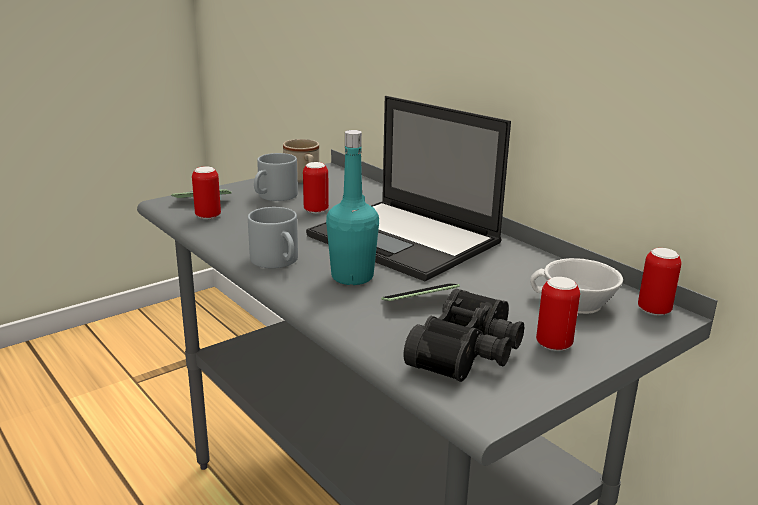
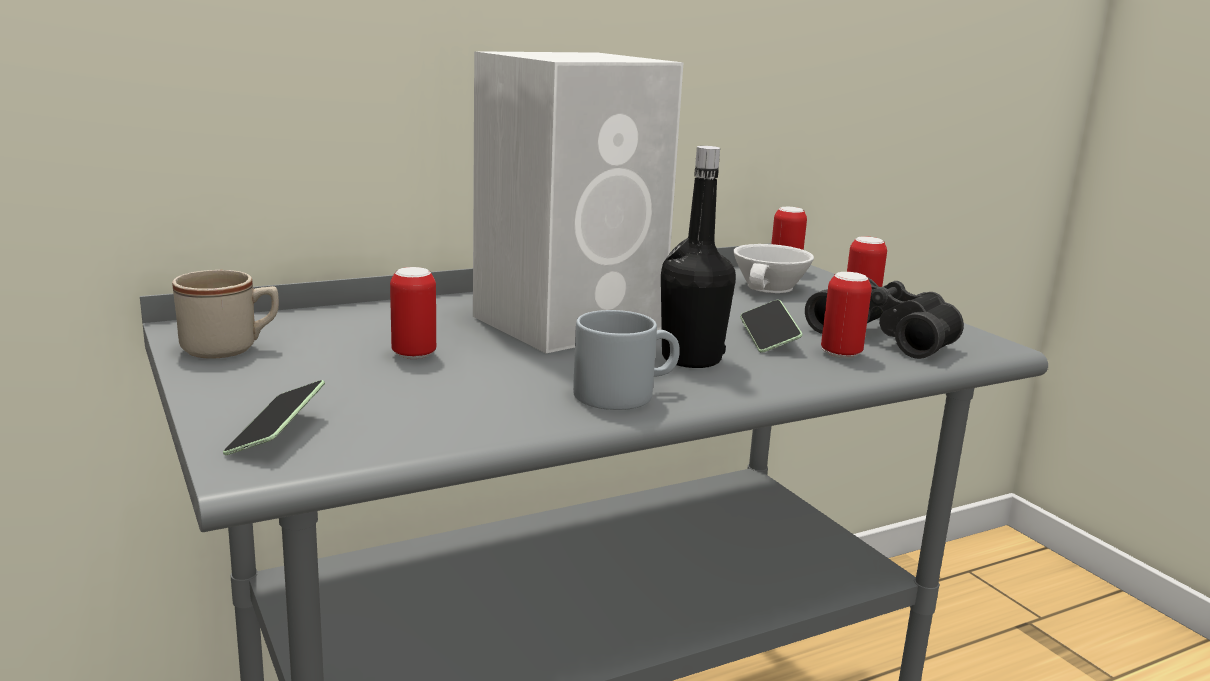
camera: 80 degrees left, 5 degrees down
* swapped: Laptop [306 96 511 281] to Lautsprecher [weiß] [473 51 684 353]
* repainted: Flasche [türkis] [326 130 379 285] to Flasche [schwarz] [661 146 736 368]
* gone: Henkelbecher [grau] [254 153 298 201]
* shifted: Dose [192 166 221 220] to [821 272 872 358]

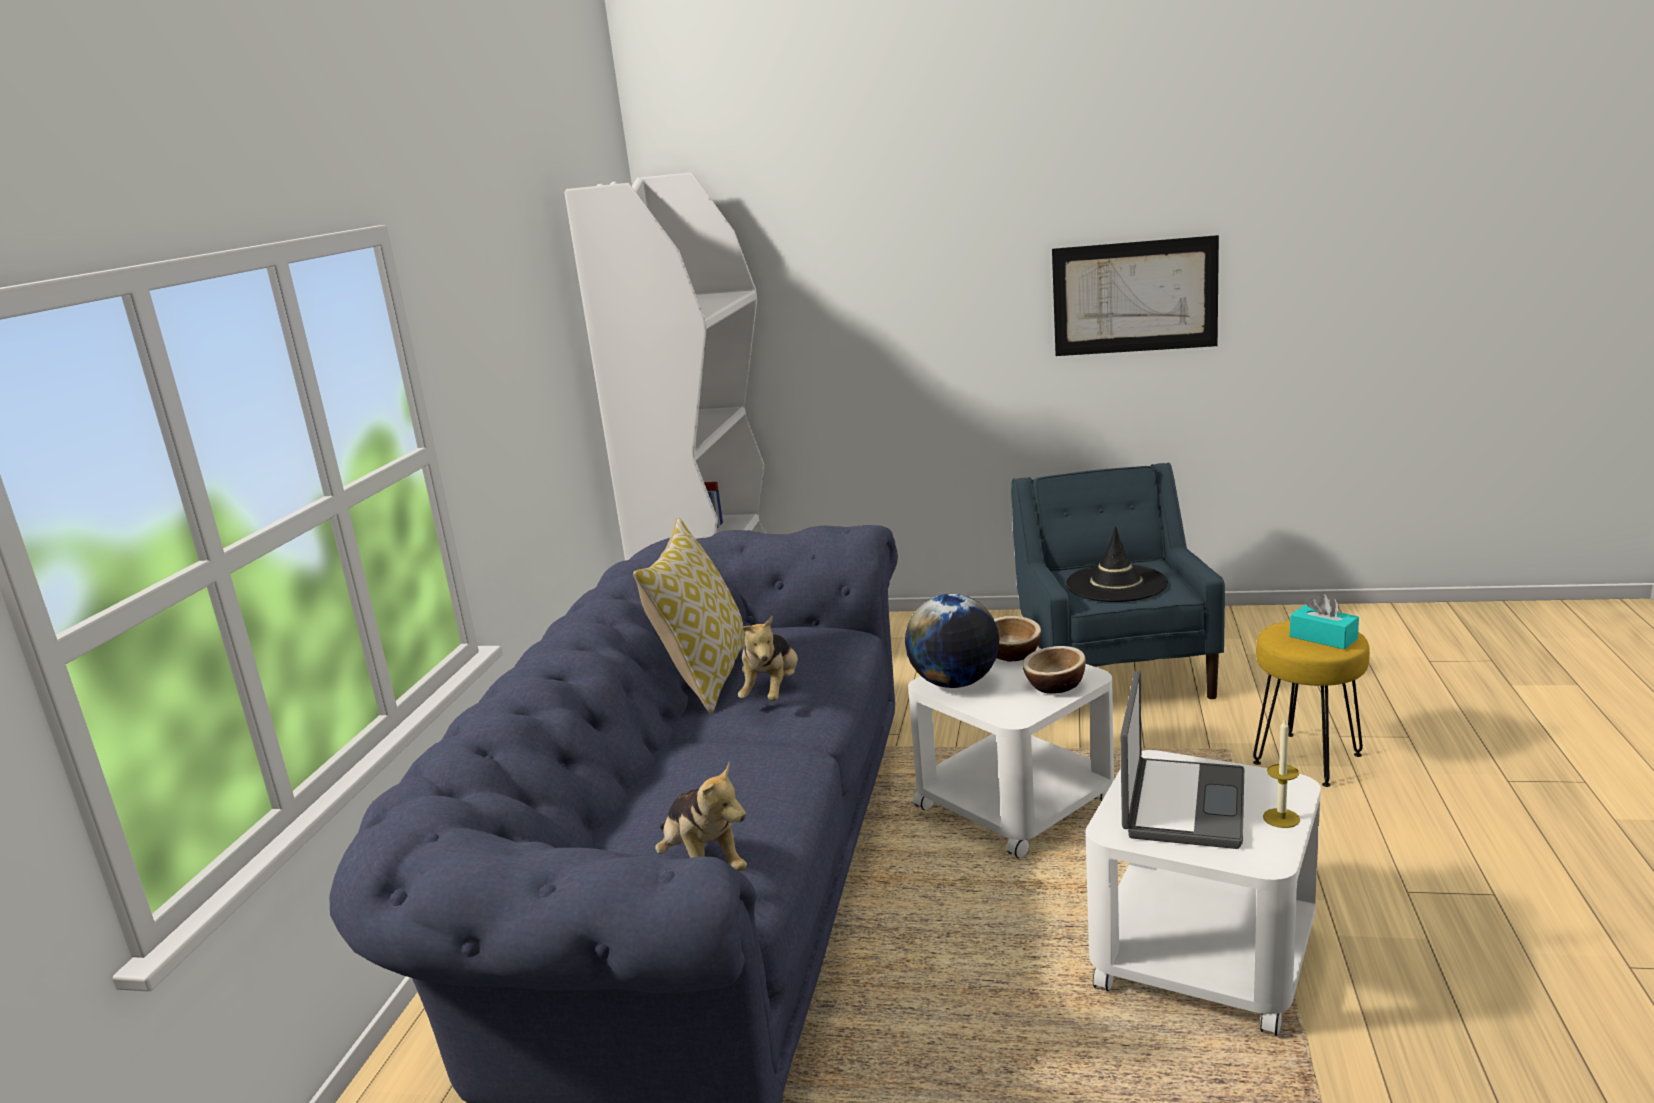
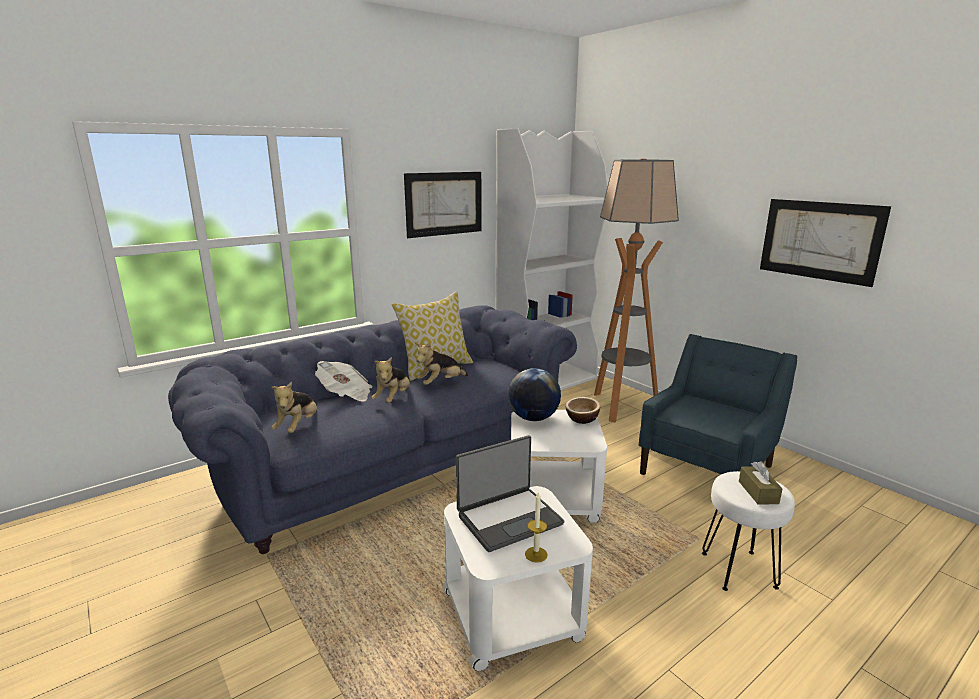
camera: 40 degrees right, 0 degrees up
* gone: Hut [schwarz] [1066 526 1168 602]
* repainted: Taschentuchbox [türkis] [1290 594 1359 650] to Taschentuchbox [braun] [739 461 783 505]
* repainted: Hocker [gelb] [1253 621 1370 787] to Hocker [weiß] [702 471 795 591]
* gone: Schüssel [1022 646 1086 694]
* new: Stehlampe [594 159 679 422]
* new: Bild [404 172 482 238]
* new: Plüschtier [371 357 410 403]
* new: Zeitung [315 361 372 402]

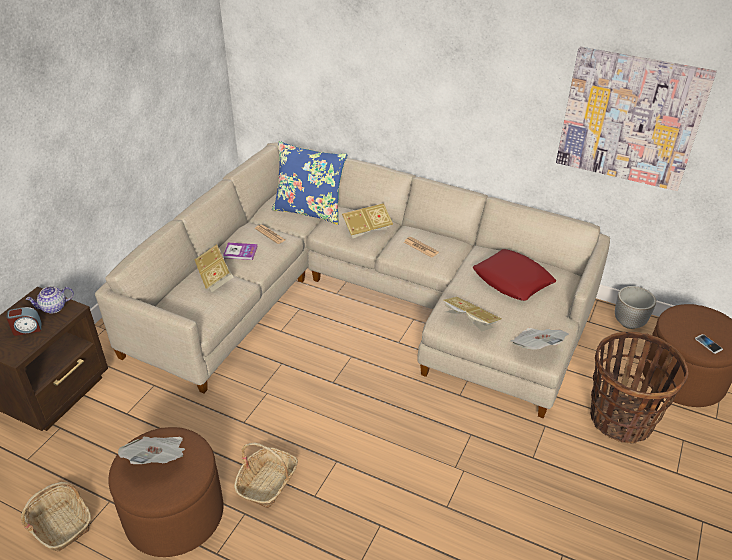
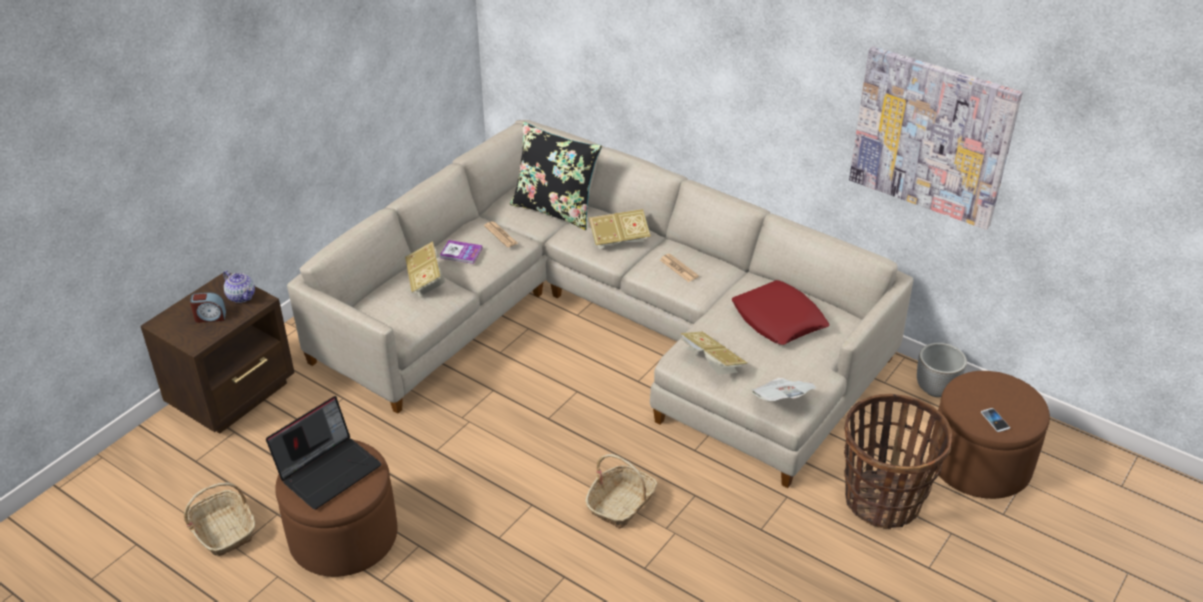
camera: 10 degrees right, 0 degrees up
* repainted: Kissen [blau] [272 141 347 225] to Kissen [schwarz] [510 122 602 230]
* rotated: Teekanne [26 286 74 313] = [223 271 255 303] 120 degrees counterclockwise
* swapped: Zeitung [118 437 185 464] to Laptop [266 396 382 510]
* shifted: Korb [234 442 298 508] to [585 454 657 529]

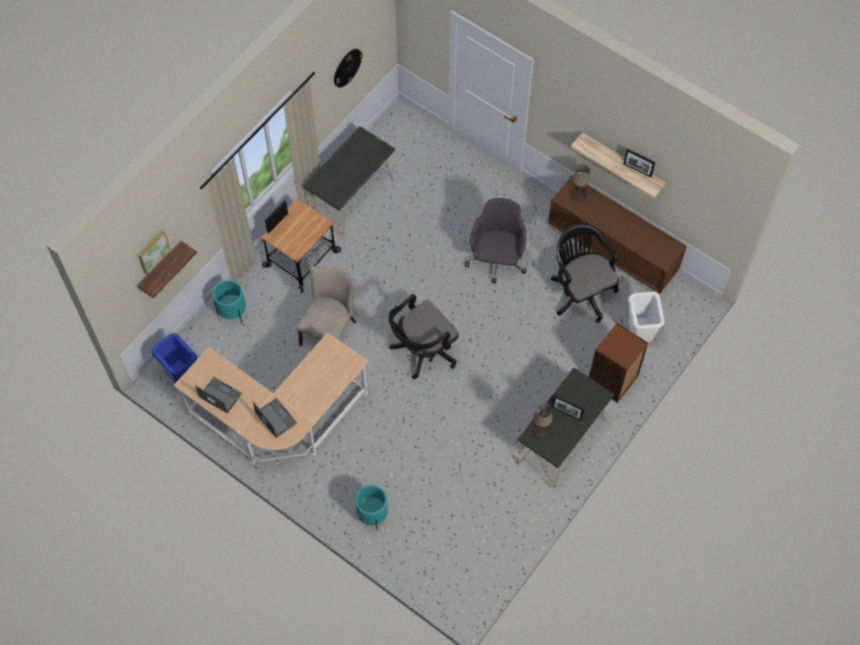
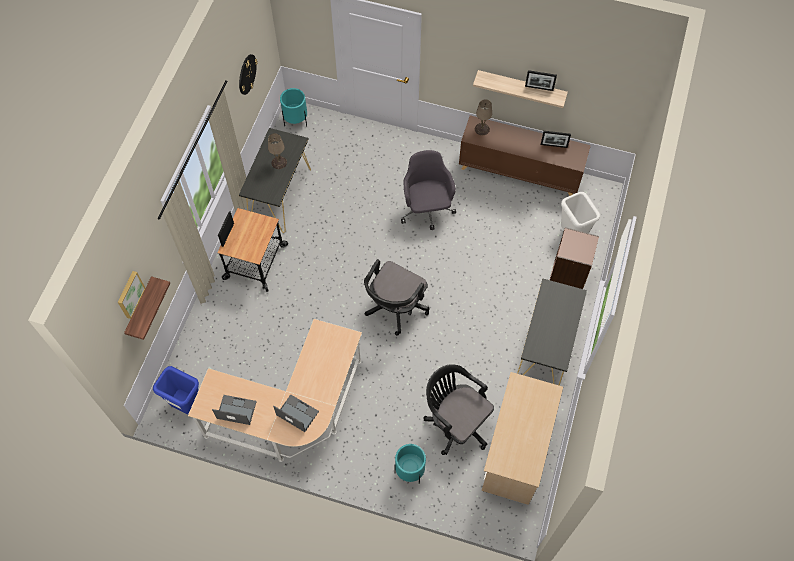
camera: 20 degrees left, 0 degrees up
* shifted: Bürostuhl [schwarz] [551 224 619 323] to [424 364 494 455]
* gone: Stuhl [beige] [296 266 357 346]
* shifted: Pflanzkübel [türkis] [213 280 246 324] to [280 88 307 126]
* shifted: Bilderrahmen [552 395 584 421] to [541 131 571 148]
* shifted: Tischlampe [beige] [532 404 553 438] to [268 133 287 169]
* new: Schreibtisch [beige] [482 372 563 505]

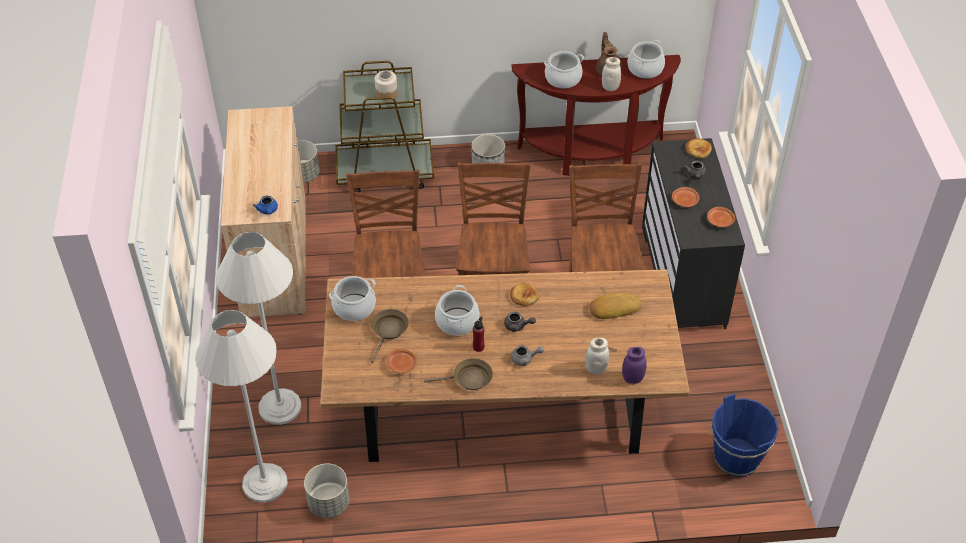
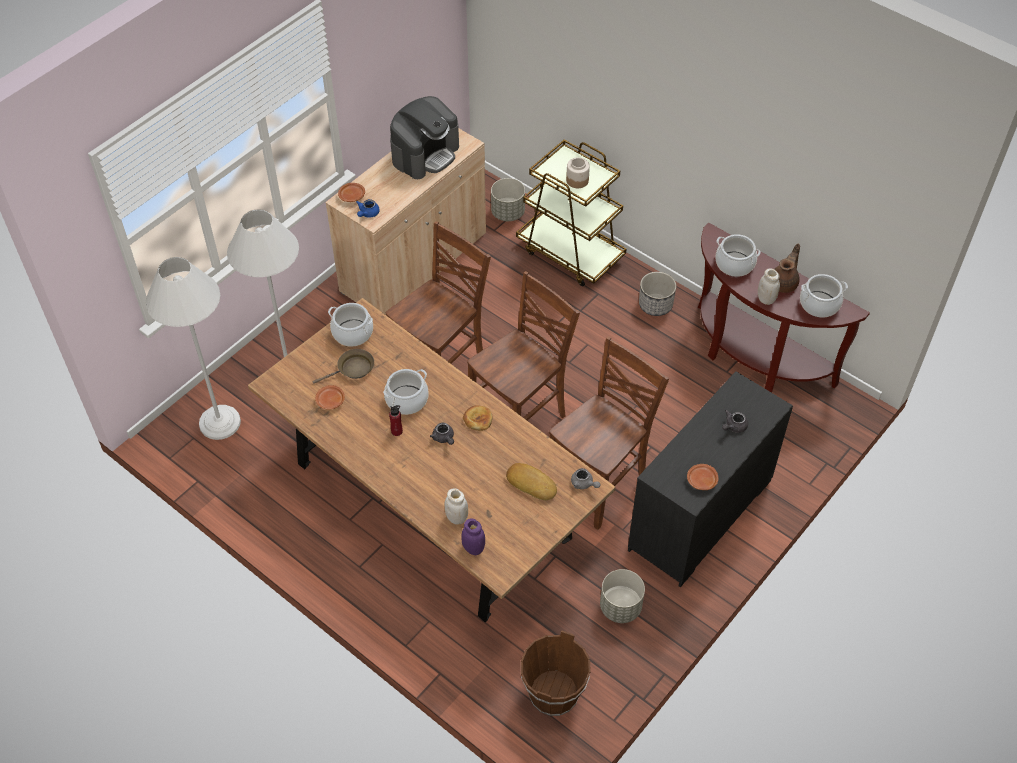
camera: 45 degrees right, 5 degrees up
* gone: Brot [685 138 712 159]
* shifted: Teller [braun] [672 187 700 207] to [338 183 365 202]
* shifted: Teekanne [grau] [511 345 544 366] to [571 468 601 489]
* gone: Pfanne [braun] [424 358 493 390]
* repainted: Eimer [blau] [711 393 779 477] to Eimer [braun] [521 630 591 716]
* shifted: Pflanzkübel [grau] [304 464 350 518] to [600 569 645 623]
* new: Kaffeemaschine [390 96 459 179]

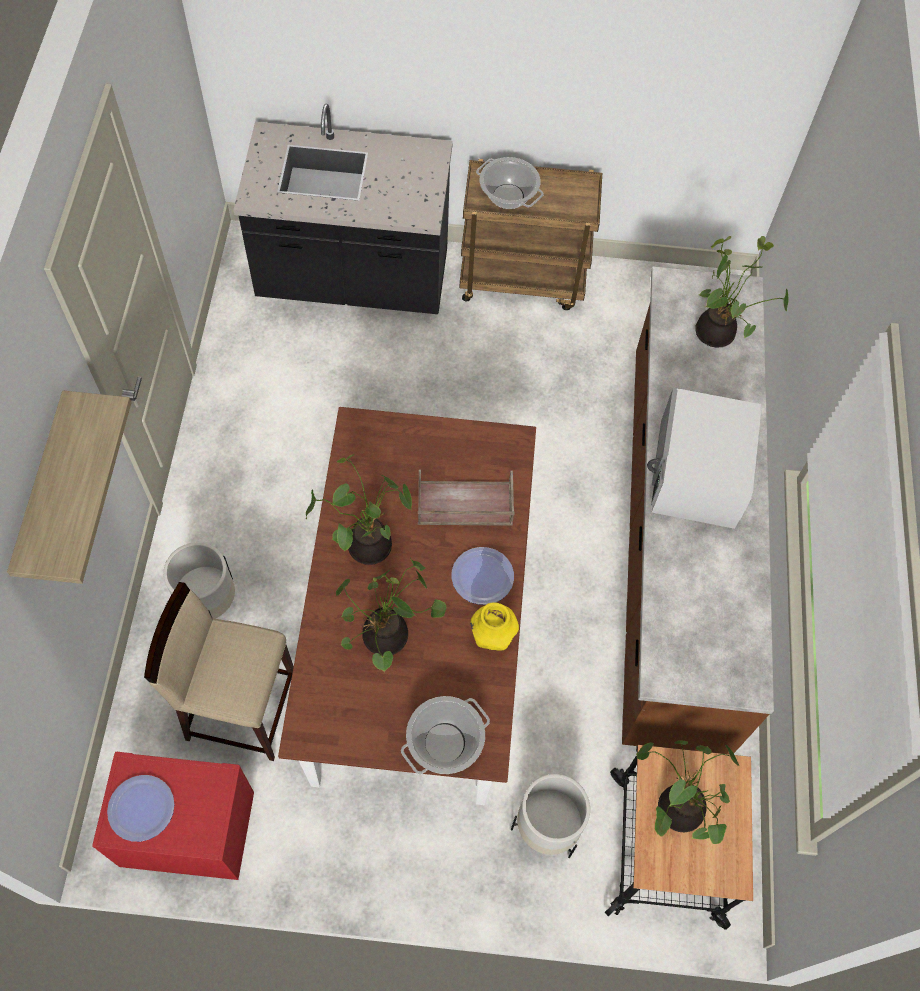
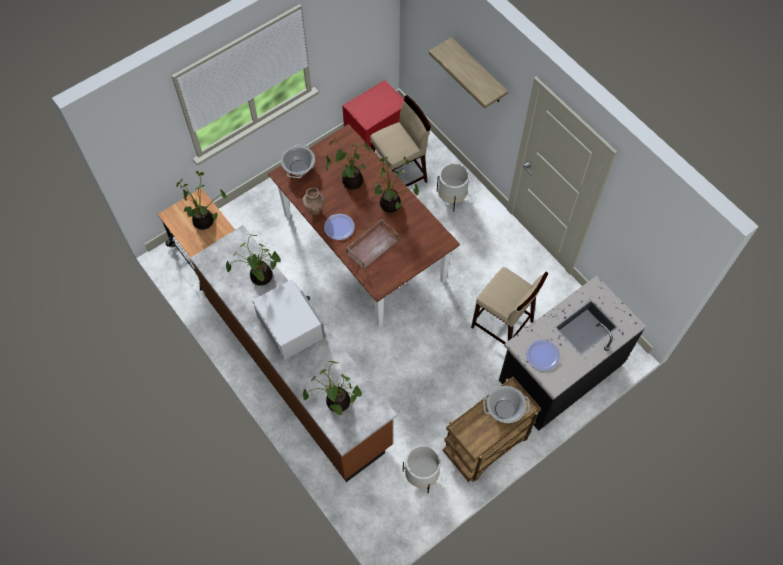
camera: 140 degrees right, 0 degrees up
* repainted: Vase [gelb] [470 602 519 651] to Vase [braun] [303 187 325 215]
* shifted: Pflanzkübel [weiß] [511 774 590 858] to [403 445 441 493]
* shifted: Teller [107 775 175 842] to [526 340 560 371]
* new: Topfpflanze [226 234 281 286]
* new: Hocker [beige] [471 267 548 344]

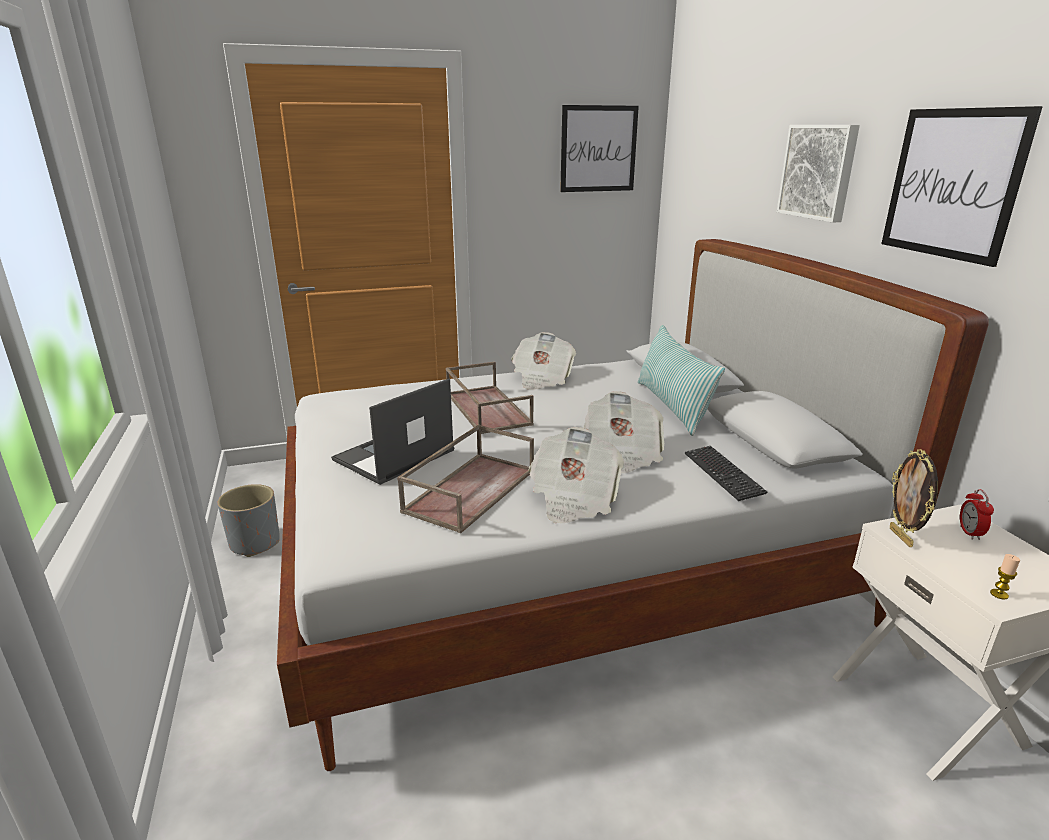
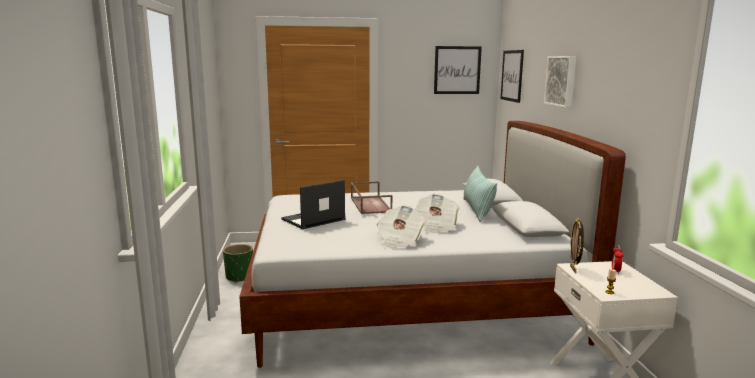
camera: 10 degrees right, 10 degrees down
* shifted: Bild [881 106 1043 267] to [501 50 524 103]
* gone: Zeitung [511 332 576 390]
* gone: Tablett [braun] [397 425 534 533]
* gone: Tastatur [685 446 768 501]
* repainted: Pflanzkübel [grau] [217 484 280 557] to Pflanzkübel [grün] [223 244 253 283]

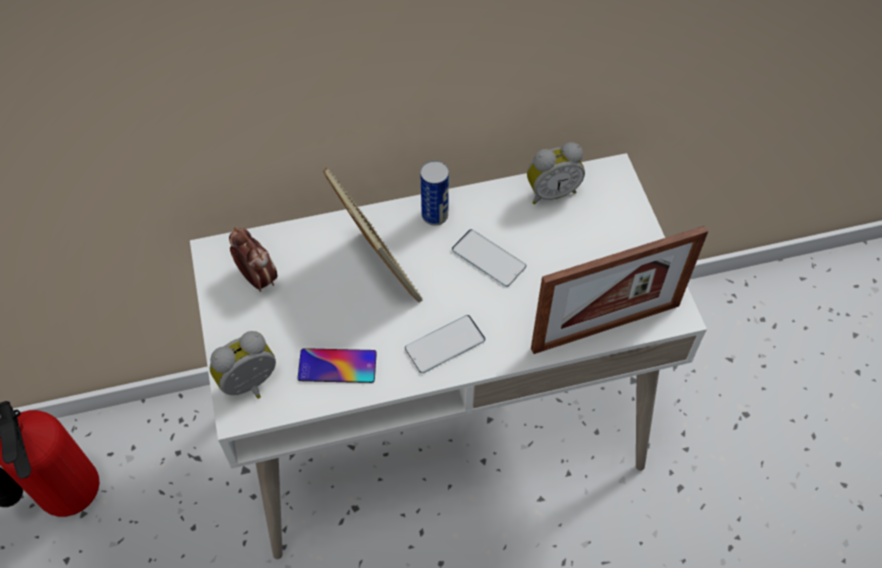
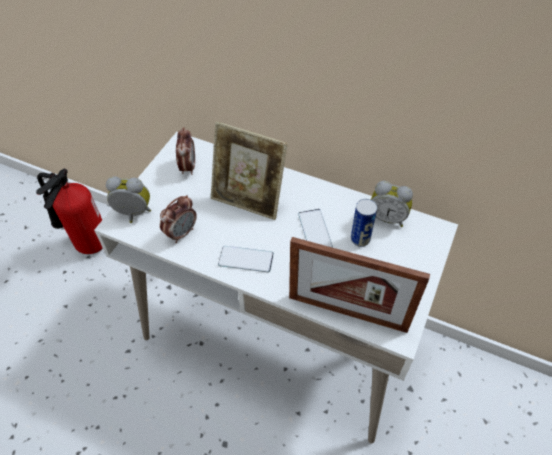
camera: 40 degrees right, 5 degrees down
* shifted: Dose [420 161 449 226] to [351 199 377 247]
* rotated: Bilderrahmen [323 167 423 302] = [211 121 288 220] 105 degrees clockwise
* swapped: Handy [298 348 377 383] to Wecker [160 195 197 243]

